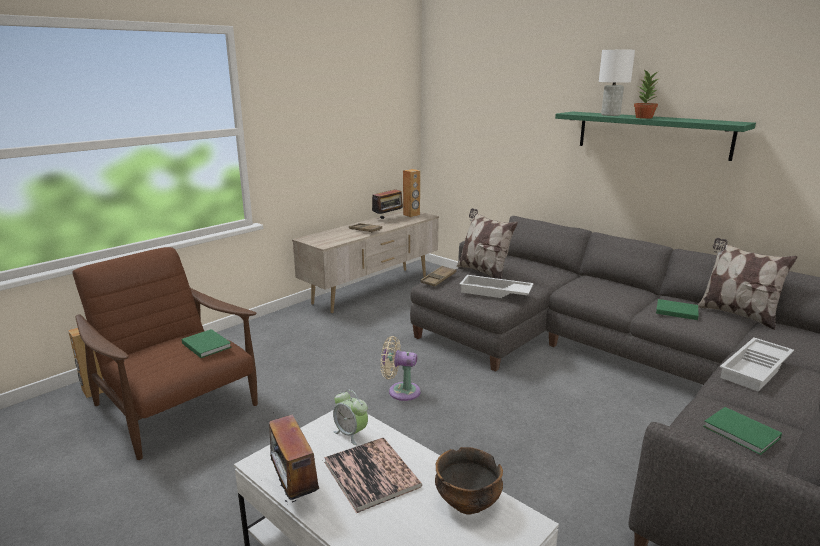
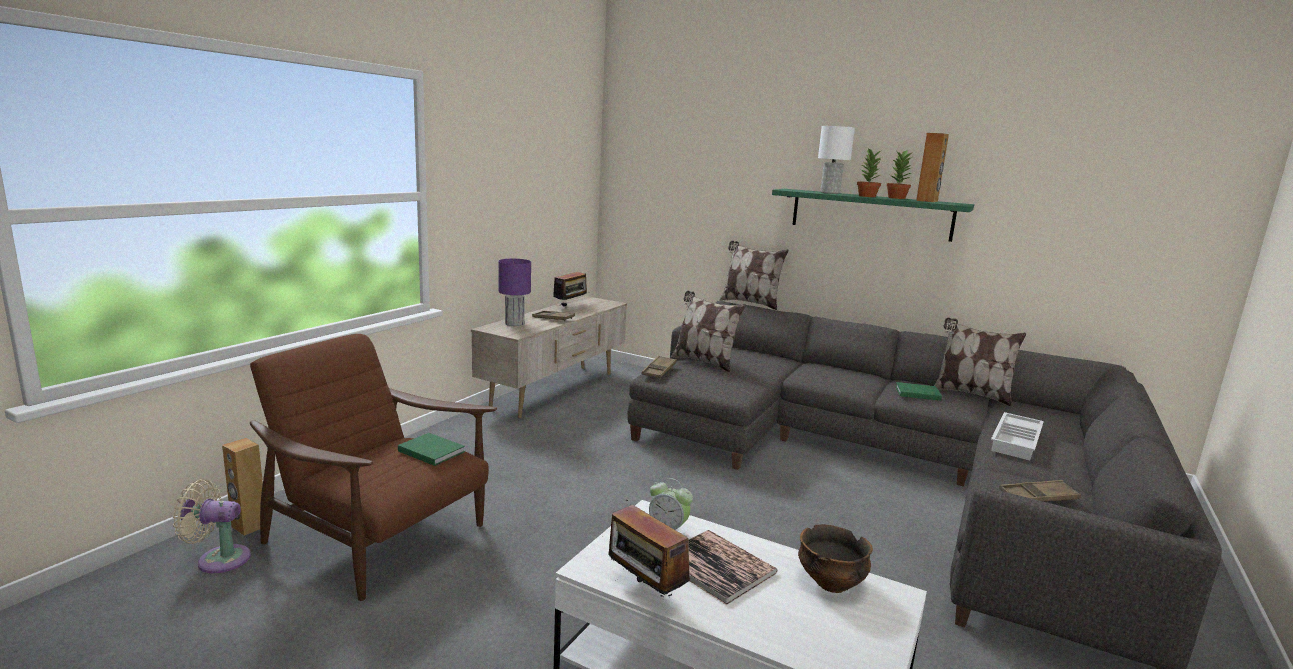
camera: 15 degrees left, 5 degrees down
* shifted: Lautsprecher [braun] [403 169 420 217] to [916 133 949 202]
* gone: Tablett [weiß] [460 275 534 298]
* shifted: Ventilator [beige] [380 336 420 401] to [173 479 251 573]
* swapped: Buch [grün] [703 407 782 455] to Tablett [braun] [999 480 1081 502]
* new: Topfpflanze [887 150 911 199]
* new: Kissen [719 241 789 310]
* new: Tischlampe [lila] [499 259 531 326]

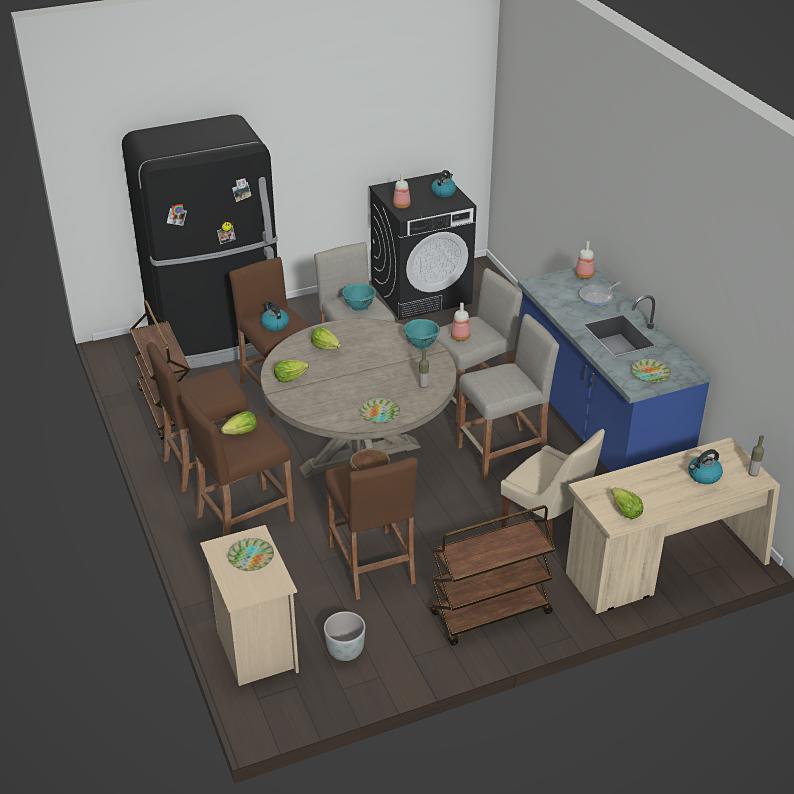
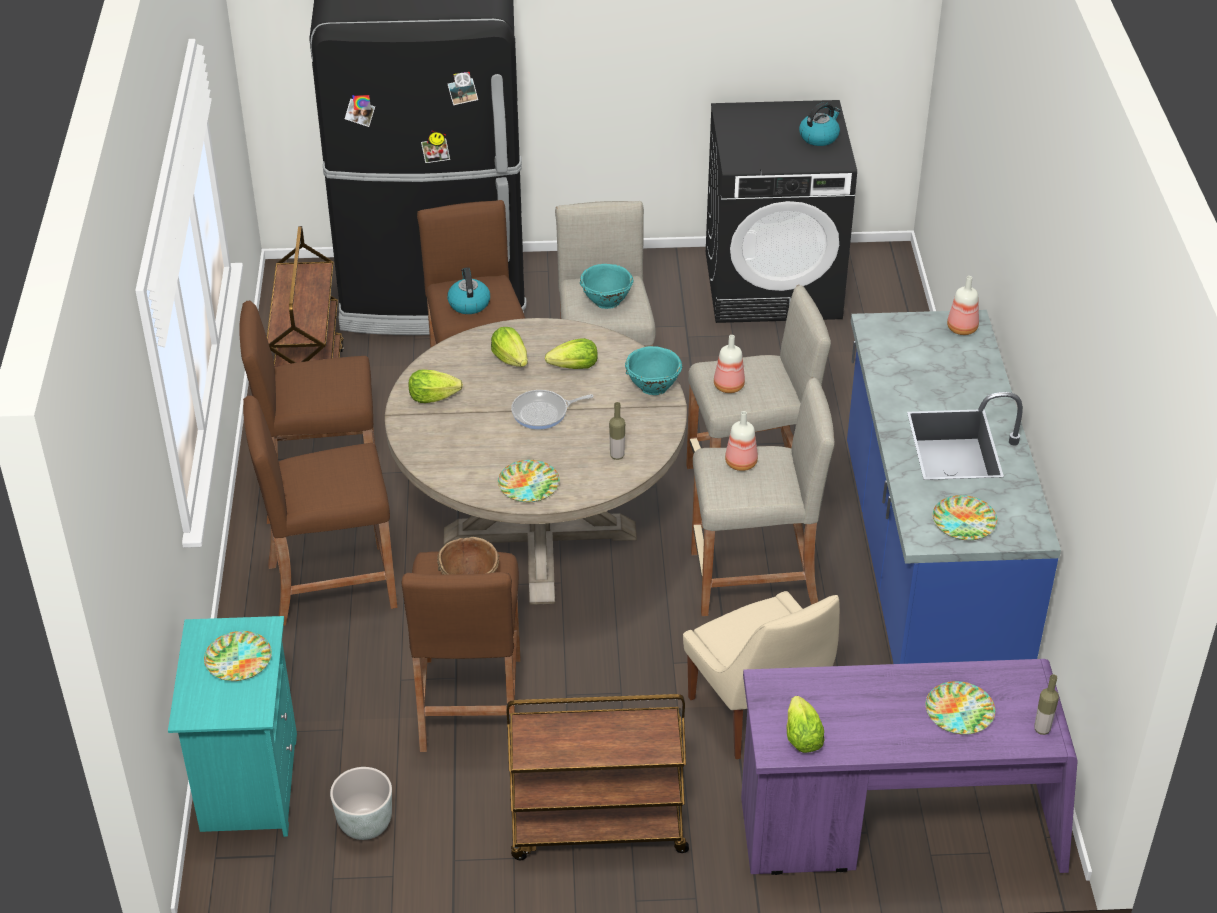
camera: 20 degrees right, 5 degrees up
* shifted: Flasche [393 173 411 209] to [725 411 758 471]
* shifted: Pfanne [579 282 621 306] to [511 390 593 429]
* shifted: Salatkopf [221 411 257 435] to [545 338 598 369]
* repainted: Schreibtisch [beige] [566 437 780 614] to Schreibtisch [lila] [741 659 1078 875]
* swapped: Wasserkessel [688 449 723 484] to Teller [925 681 995 735]
* repainted: Nachttisch [beige] [200 525 299 686] to Nachttisch [türkis] [168 616 297 837]

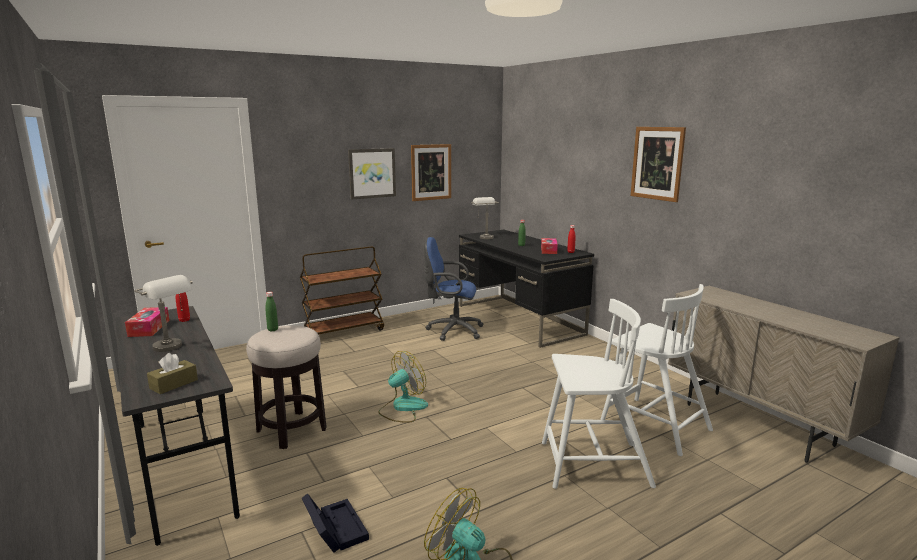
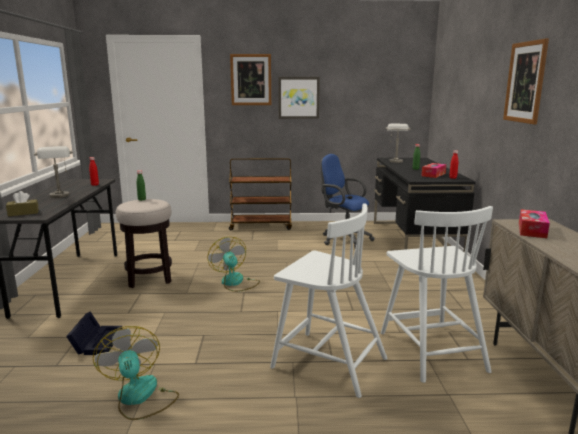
camera: 30 degrees right, 0 degrees up
* shifted: Bild [411 144 451 201] to [230 54 271 105]
* shifted: Taschentuchbox [125 307 169 337] to [519 209 550 238]
* rotated: Ventilator [378 351 428 423] = [208 237 260 292] 105 degrees counterclockwise

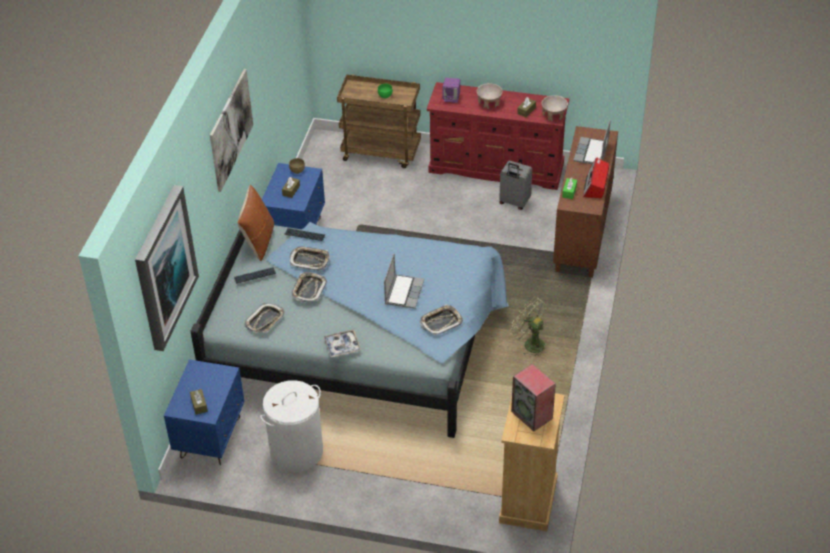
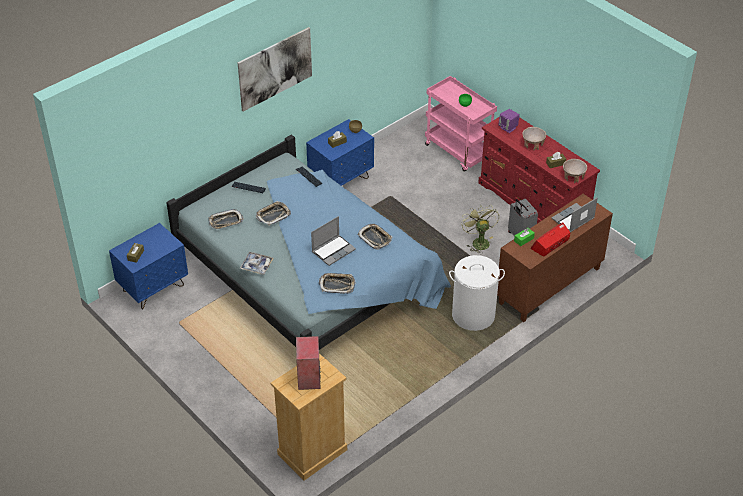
camera: 35 degrees right, 0 degrees up
* repainted: Rollwagen [braun] [337 74 421 168] to Rollwagen [rosa] [425 76 497 172]
* gone: Bild [135 185 199 351]
* gone: Kissen [braun] [237 185 274 261]
* shifted: Tablett [290 246 330 271] to [357 224 392 249]
* shifted: Ventilator [grün] [510 297 546 357] to [461 206 499 254]
* shifted: Wäschekorb [weiß] [260 380 323 472] to [449 255 505 331]

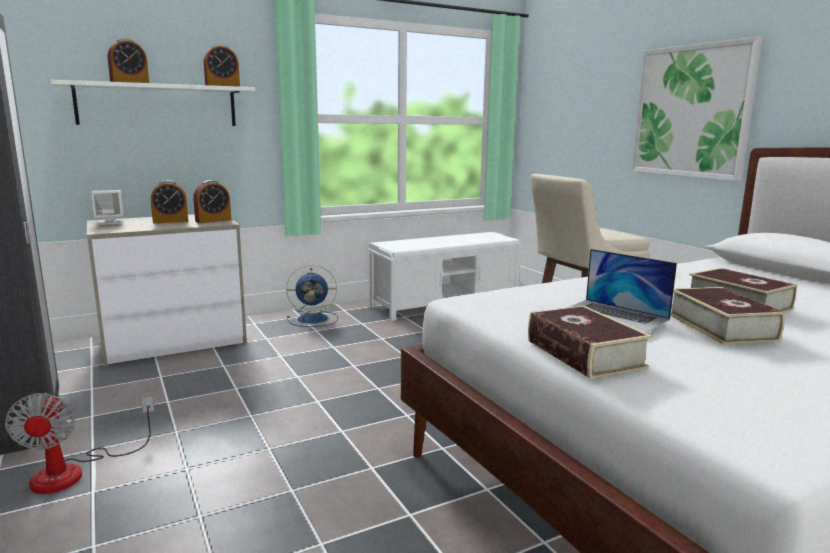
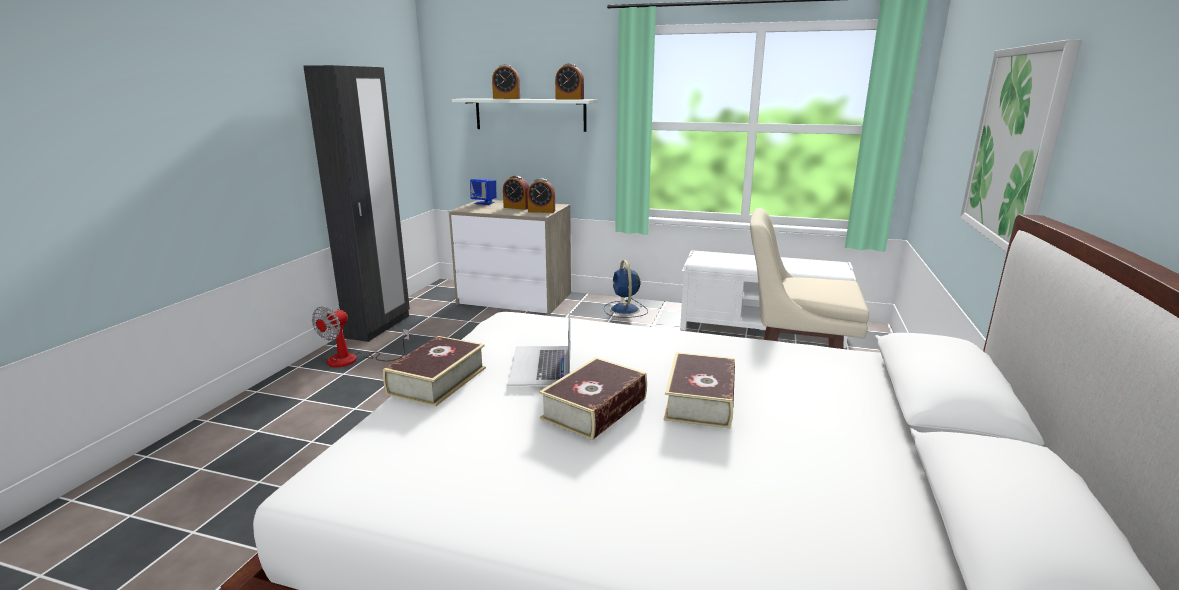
camera: 45 degrees right, 5 degrees up
* repainted: Lautsprecher [weiß] [91 190 124 225] to Lautsprecher [blau] [470 179 496 205]
* rotated: Ventilator [blau] [286 265 338 327] = [604 260 648 318] 45 degrees clockwise

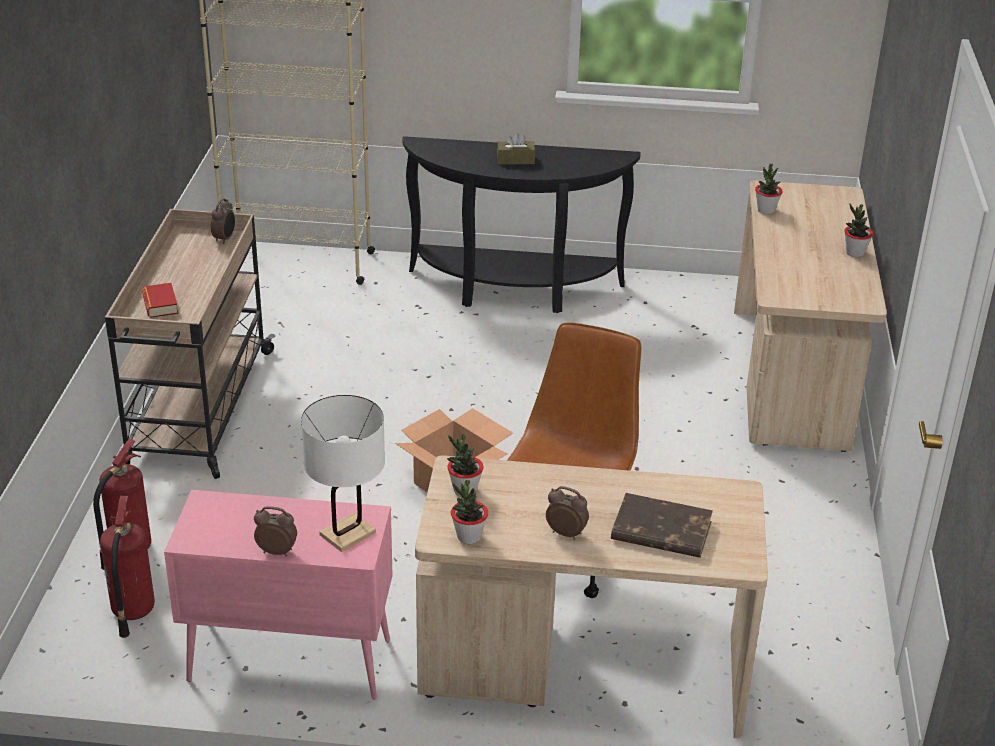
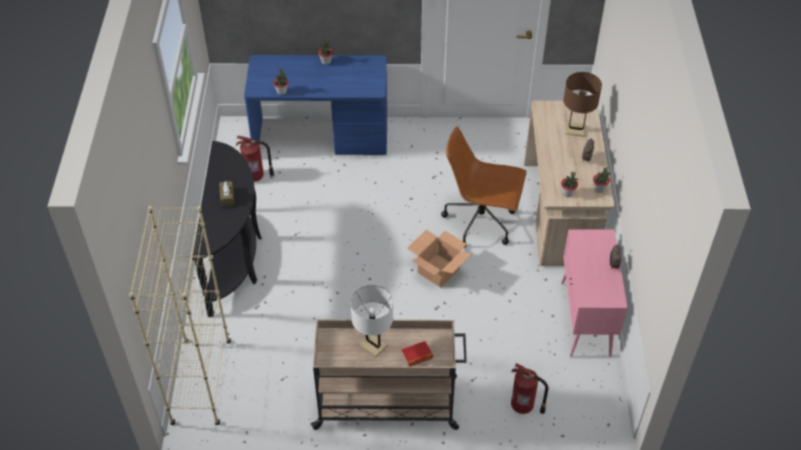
camera: 95 degrees left, 15 degrees up
* repainted: Schreibtisch [beige] [734 181 887 452] to Schreibtisch [blau] [244 55 387 155]
* gone: Wecker [211 198 235 244]
* shifted: Tischlampe [weiß] [301 395 385 552] to [351 285 393 357]
* swapped: Buch [braun] [611 493 713 558] to Tischlampe [braun] [563 72 602 137]
* shifted: Feuerlöscher [100 496 155 638] to [236 136 274 182]

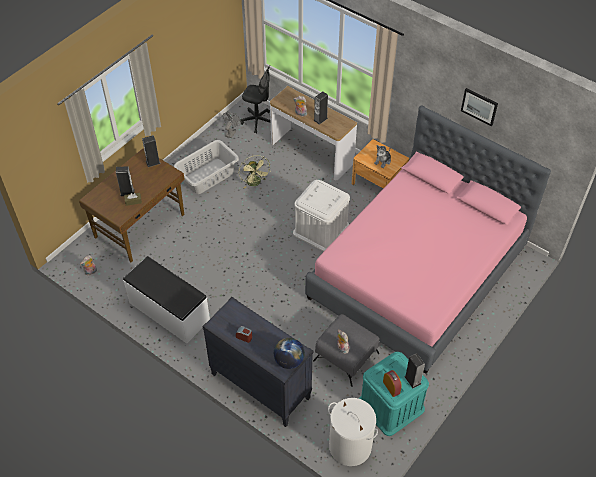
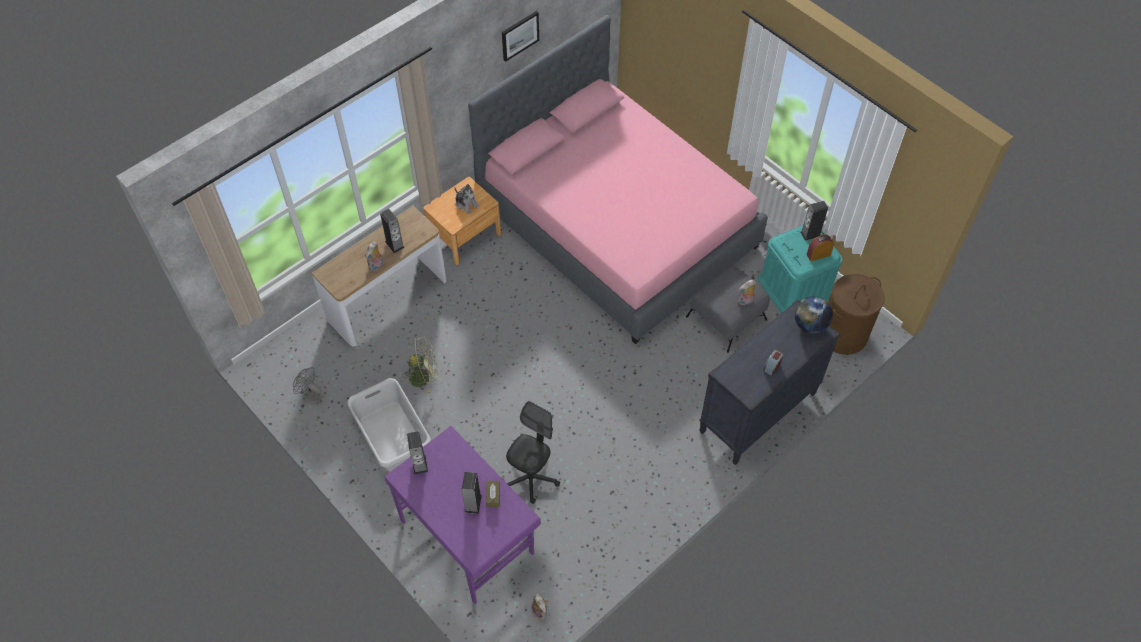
camera: 80 degrees left, 5 degrees up
* shifted: Bürostuhl [schwarz] [240 65 271 133] to [506 401 560 504]
* repainted: Schreibtisch [braun] [79 148 184 263] to Schreibtisch [lila] [384 426 541 604]
* gone: Aufbewahrungsbox [weiß] [293 180 350 252]
* gone: Bank [weiß] [123 256 210 344]
* repainted: Wäschekorb [weiß] [328 398 378 466] to Wäschekorb [braun] [828 274 884 355]

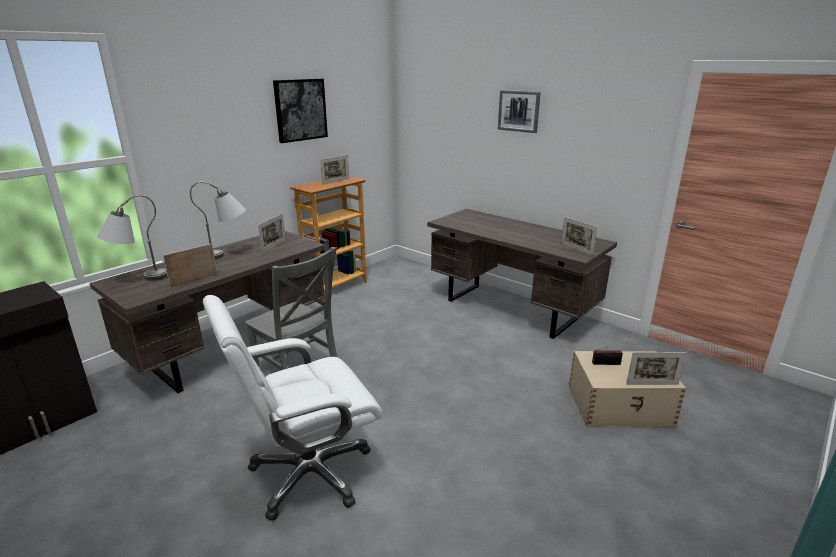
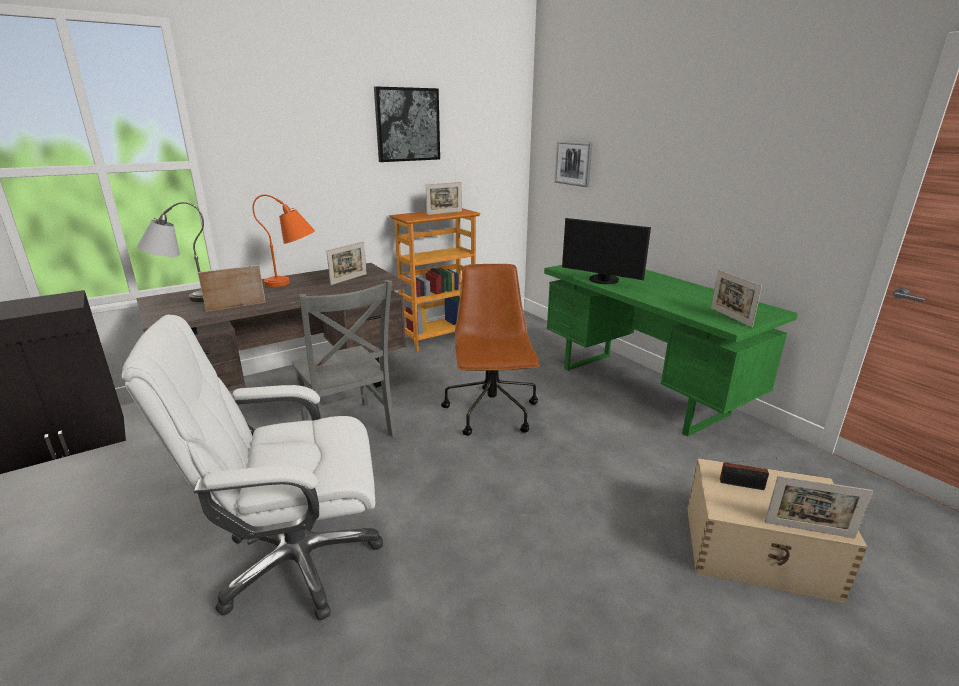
camera: 15 degrees right, 0 degrees up
* shifted: Bild [498 90 541 133] to [555 141 592 187]
* repainted: Tischlampe [grau] [190 181 246 259] to Tischlampe [orange] [253 195 315 287]
* repainted: Schreibtisch [braun] [427 209 617 339] to Schreibtisch [grün] [544 265 798 437]
* new: Monitor [562 218 651 284]
* new: Bürostuhl [braun] [441 264 540 436]

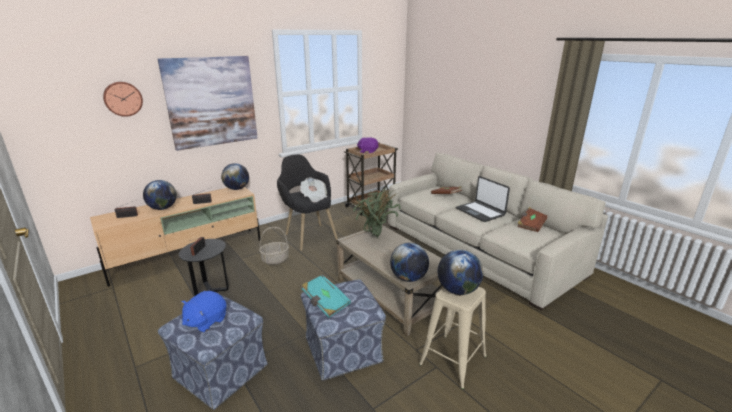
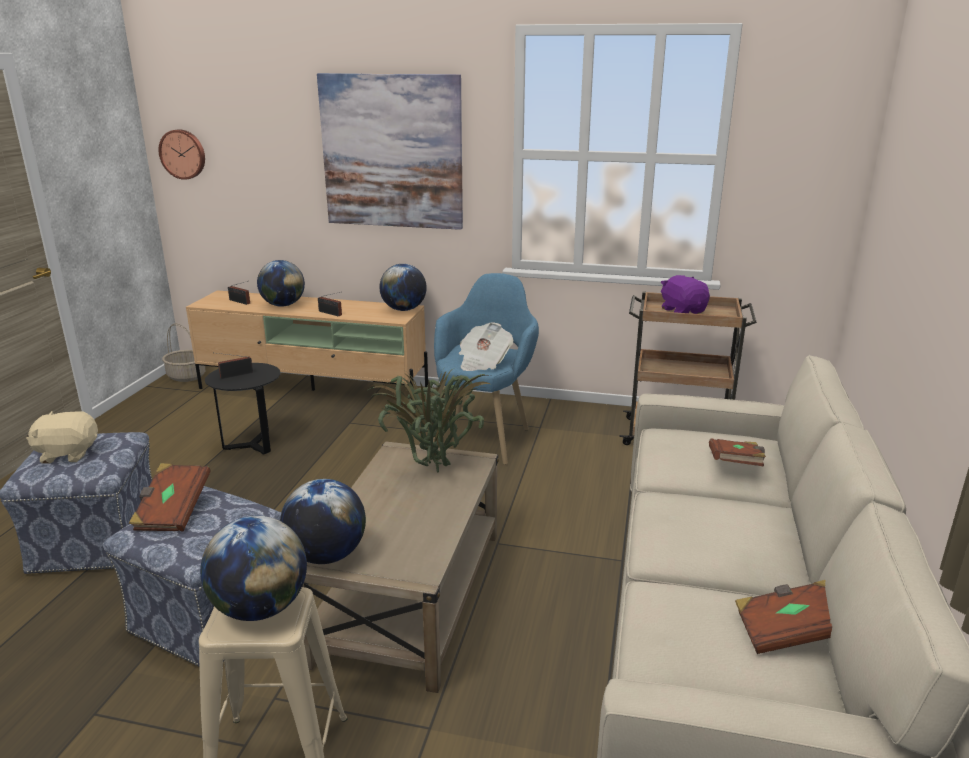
camera: 50 degrees right, 0 degrees up
* shifted: Wanduhr [103 82 143 117] to [158 129 205 180]
* repainted: Sessel [schwarz] [277 155 338 251] to Sessel [blau] [433 273 539 465]
* gone: Laptop [456 176 510 222]
* shifted: Korb [259 227 289 265] to [162 323 205 382]
* repainted: Buch [türkis] [302 274 351 318] to Buch [braun] [129 463 211 531]
* repainted: Plüschtier [blau] [181 291 227 333] to Plüschtier [beige] [26 411 98 464]

